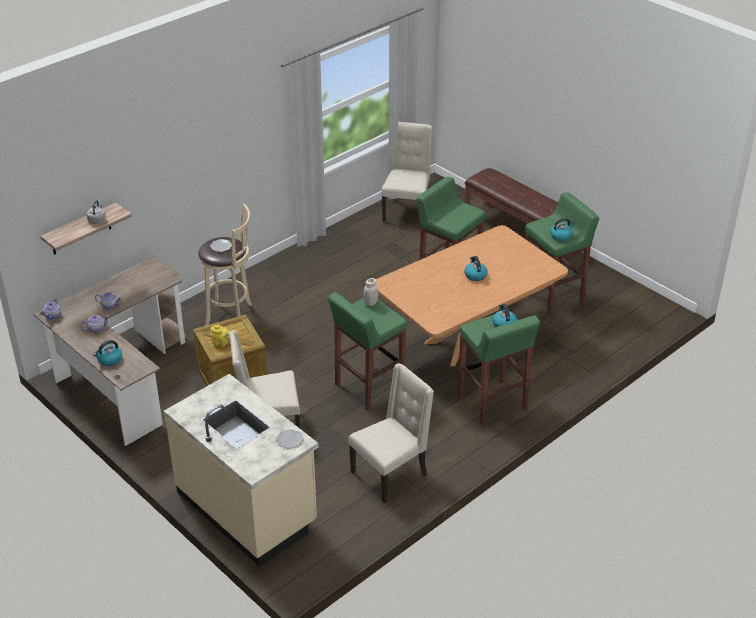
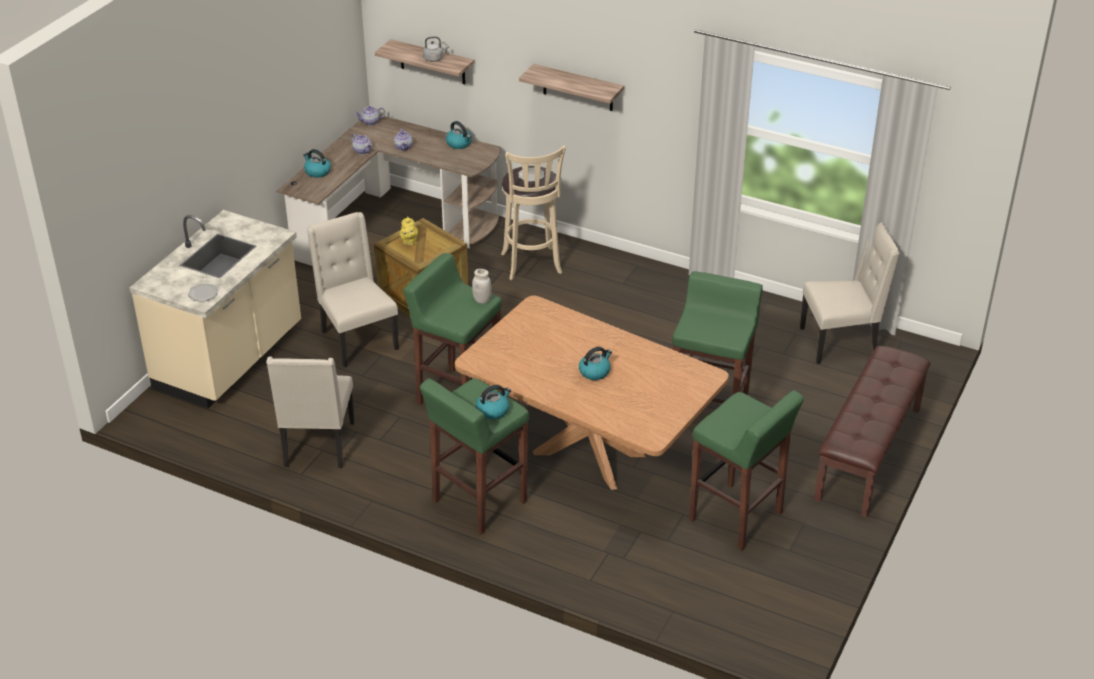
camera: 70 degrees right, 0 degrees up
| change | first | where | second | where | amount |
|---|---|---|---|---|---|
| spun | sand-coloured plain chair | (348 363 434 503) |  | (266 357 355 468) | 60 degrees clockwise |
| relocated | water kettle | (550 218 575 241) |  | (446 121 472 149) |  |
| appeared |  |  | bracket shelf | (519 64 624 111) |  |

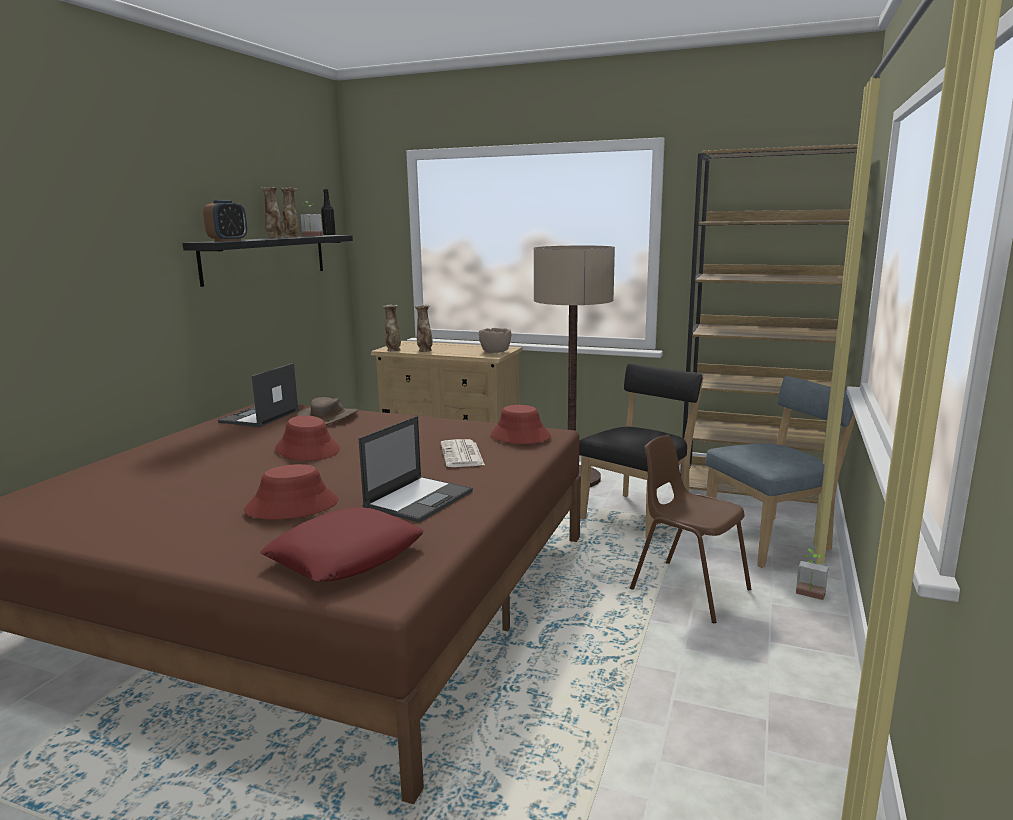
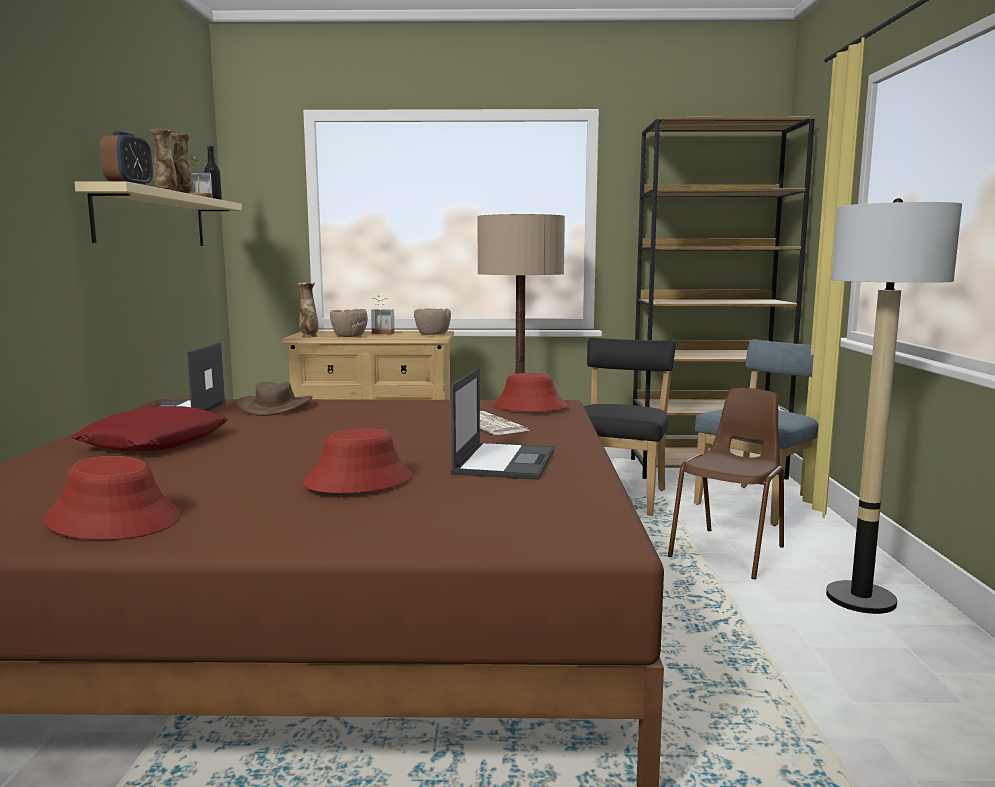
camera: 20 degrees left, 5 degrees down
| change | first | where | second | where | amount |
|---|---|---|---|---|---|
| colour | black-coloured bracket shelf | (182 235 353 287) | sand-coloured bracket shelf | (74 181 242 246) |  |
| relocated | red-coloured throw pillow | (260 507 424 581) |  | (71 406 228 451) |  |
| relocated | red-coloured wearable hat | (275 416 340 461) |  | (44 456 180 540) |  |
| exchanged | decorative vase | (415 305 433 352) | brown bowl | (330 309 368 337) |  |
| spun | brown plain chair | (630 435 751 623) |  | (668 388 784 579) | 105 degrees clockwise |
| relocated | plant in a pot | (796 549 829 600) |  | (371 295 395 334) |  |
| appeared |  |  | standard lamp | (826 198 962 614) |  |

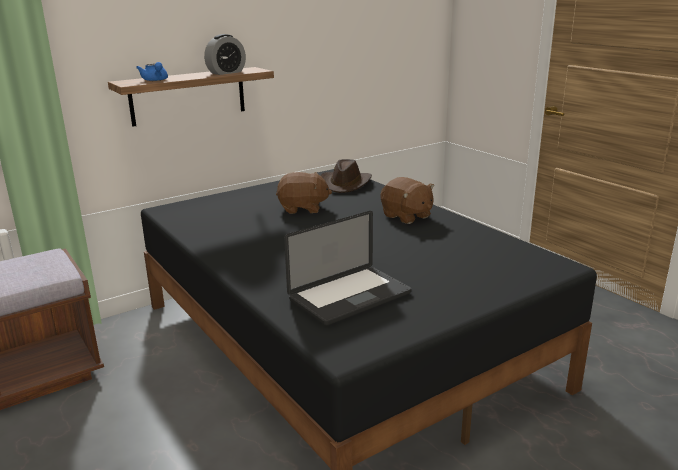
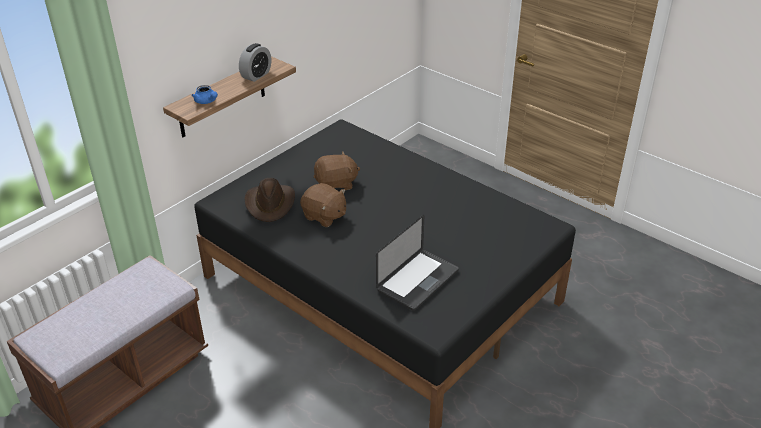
camera: 15 degrees left, 15 degrees up
| change | first | where | second | where | amount |
|---|---|---|---|---|---|
| relocated | brown wearable hat | (320 159 372 193) |  | (244 178 295 222) |  |
| relocated | brown plush toy | (380 177 434 224) |  | (300 183 346 227) |  |

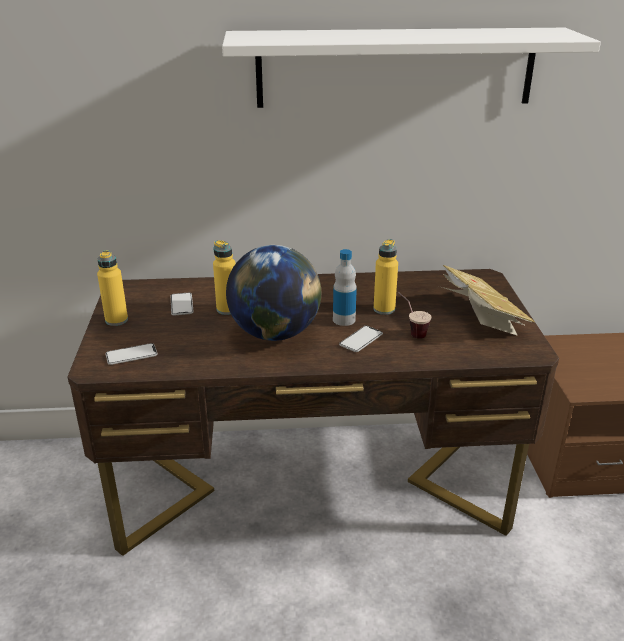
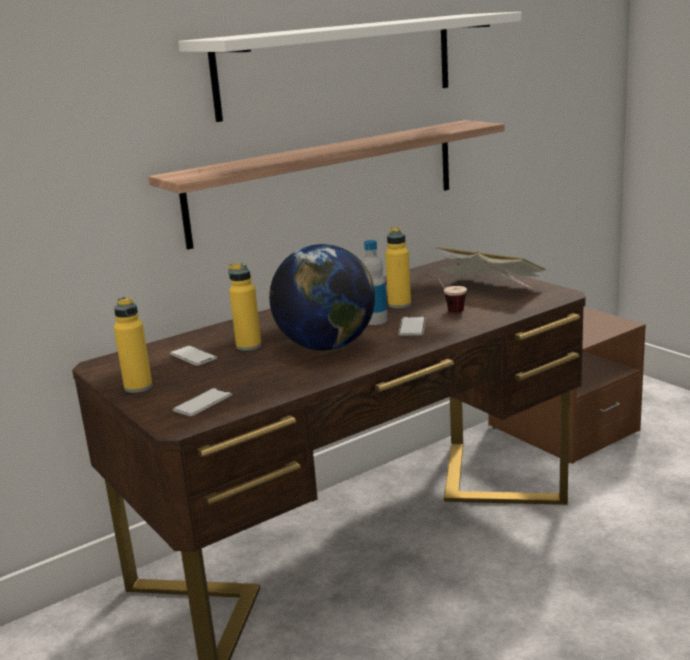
camera: 30 degrees left, 10 degrees down
| change | first | where | second | where | amount |
|---|---|---|---|---|---|
| appeared |  |  | bracket shelf | (148 120 504 250) |  |

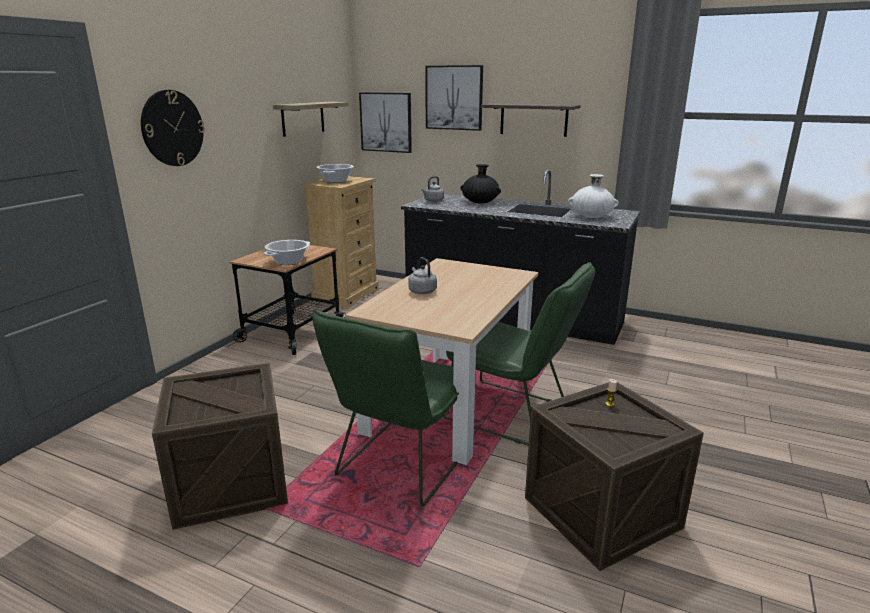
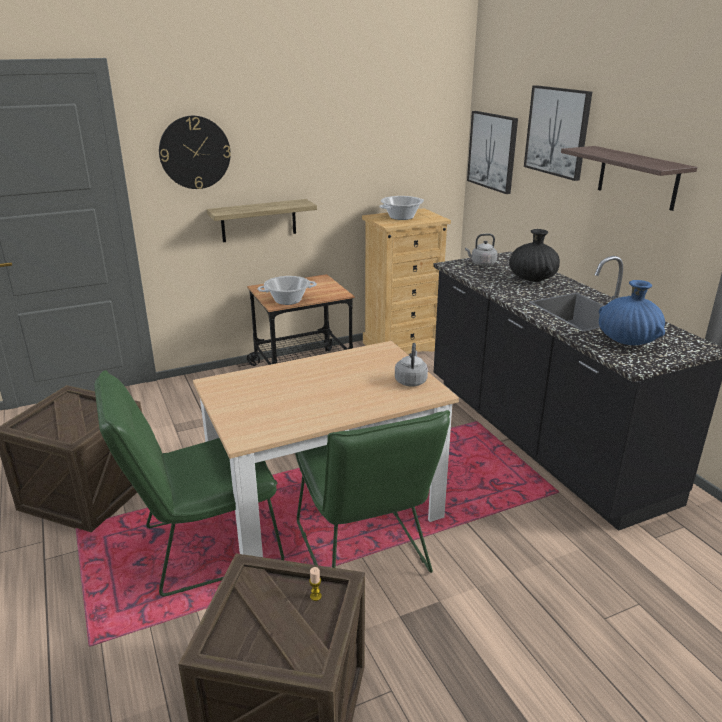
camera: 40 degrees right, 5 degrees up
| change | first | where | second | where | amount |
|---|---|---|---|---|---|
| relocated | bracket shelf | (273 102 348 137) |  | (207 199 317 242) |  |
| relocated | gray water kettle | (408 257 437 294) |  | (395 343 428 386) |  |
| colour | whitish decorative vase | (568 174 619 218) | bluish decorative vase | (599 280 665 345) |  |

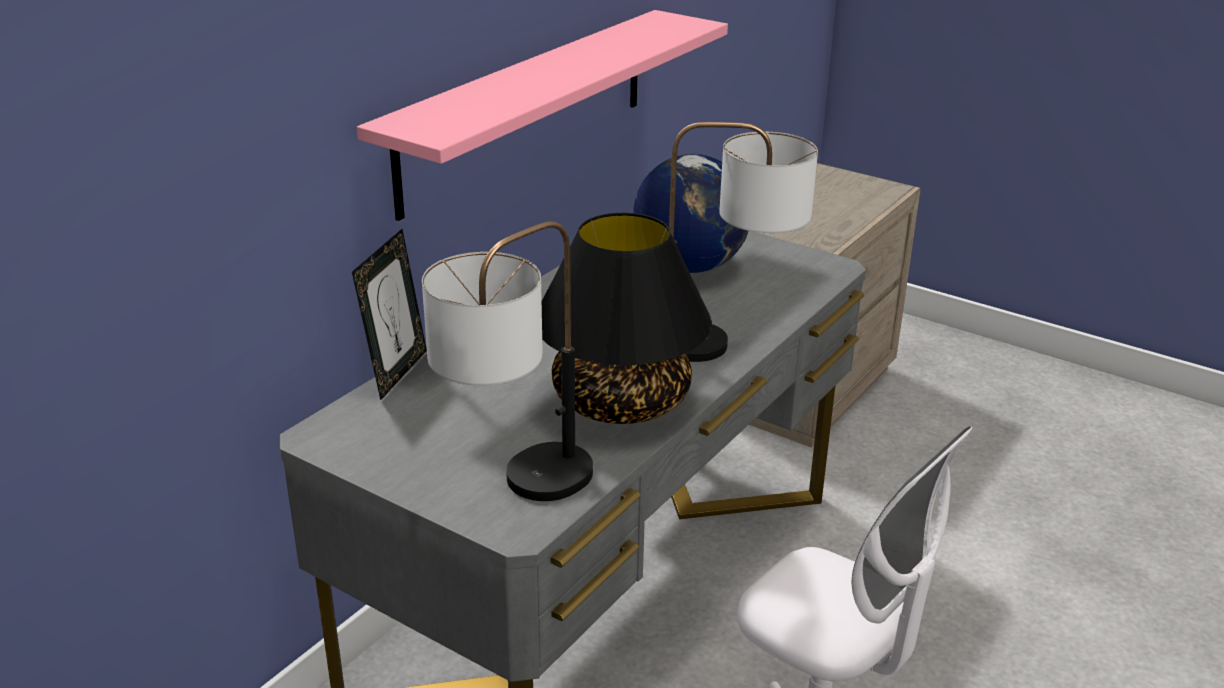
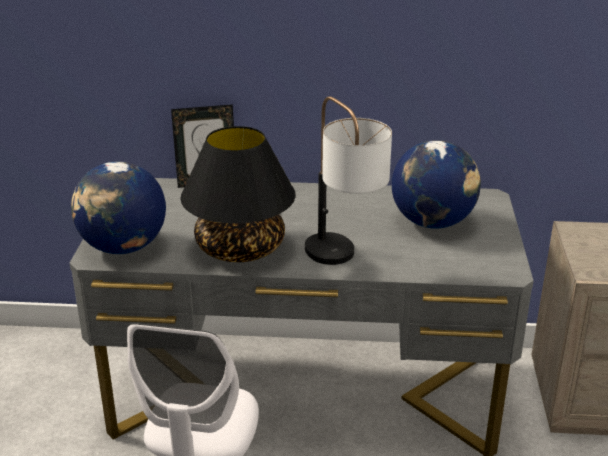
camera: 60 degrees right, 0 degrees up
| change | first | where | second | where | amount |
|---|---|---|---|---|---|
| missing | pink bracket shelf | (357 10 728 221) |  |  |  |
| exchanged | table lamp | (422 221 593 501) | globe | (71 161 166 254) |  |

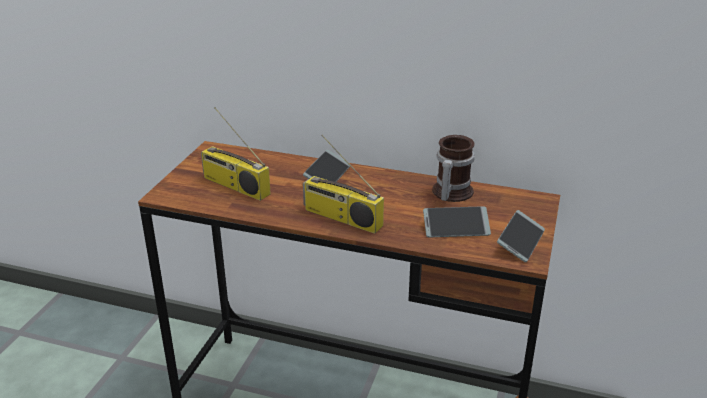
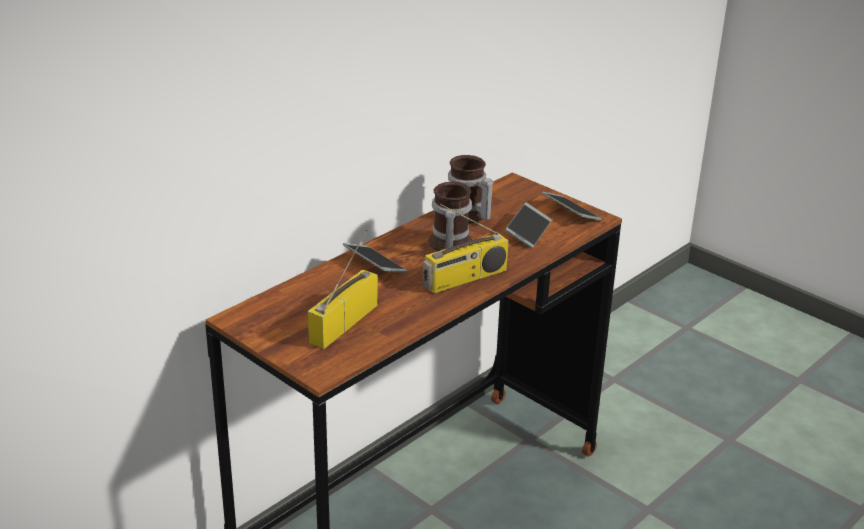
camera: 65 degrees left, 0 degrees up
| change | first | where | second | where | amount |
|---|---|---|---|---|---|
| spun | radio set | (201 107 271 201) |  | (308 230 378 349) | 150 degrees clockwise |
| appeared |  |  | coffee mug | (428 182 472 251) |  |

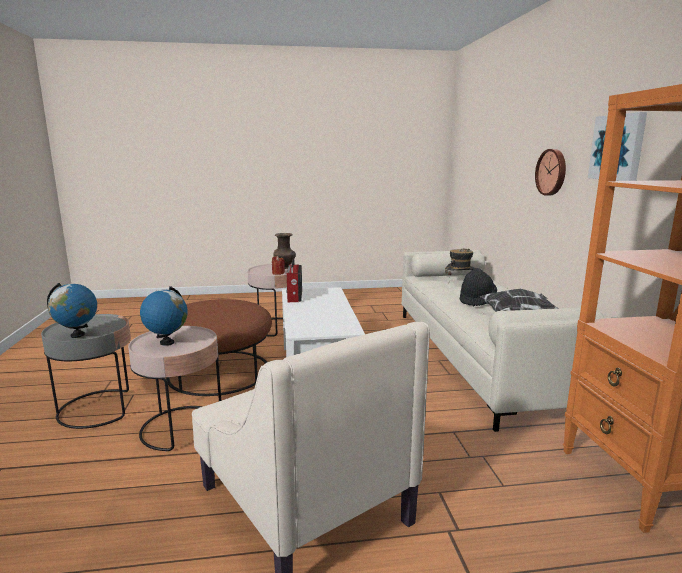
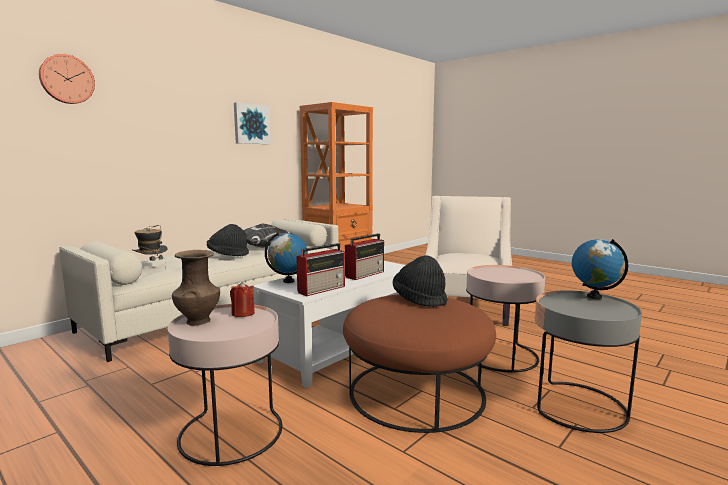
camera: 130 degrees left, 5 degrees down
| change | first | where | second | where | amount |
|---|---|---|---|---|---|
| relocated | globe | (140 286 188 346) |  | (265 232 308 283) |  |
| relocated | clock on the wall | (535 149 566 195) |  | (39 54 95 104) |  |
| appeared |  |  | radio set | (345 233 384 280) |  |
| appeared |  |  | black-coloured wearable hat | (393 256 447 307) |  |

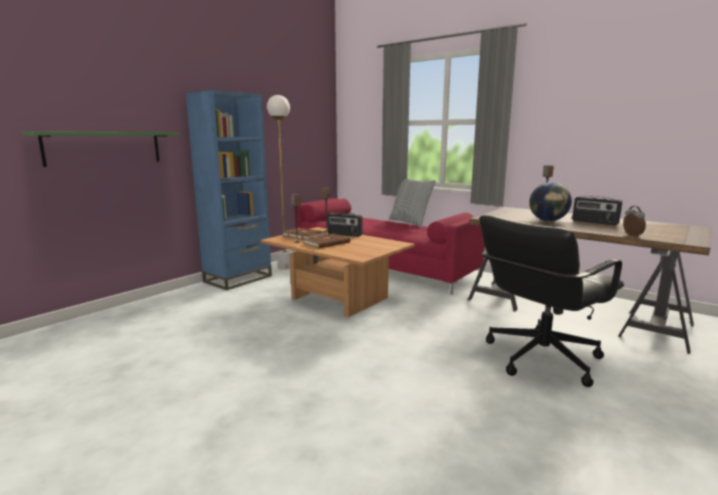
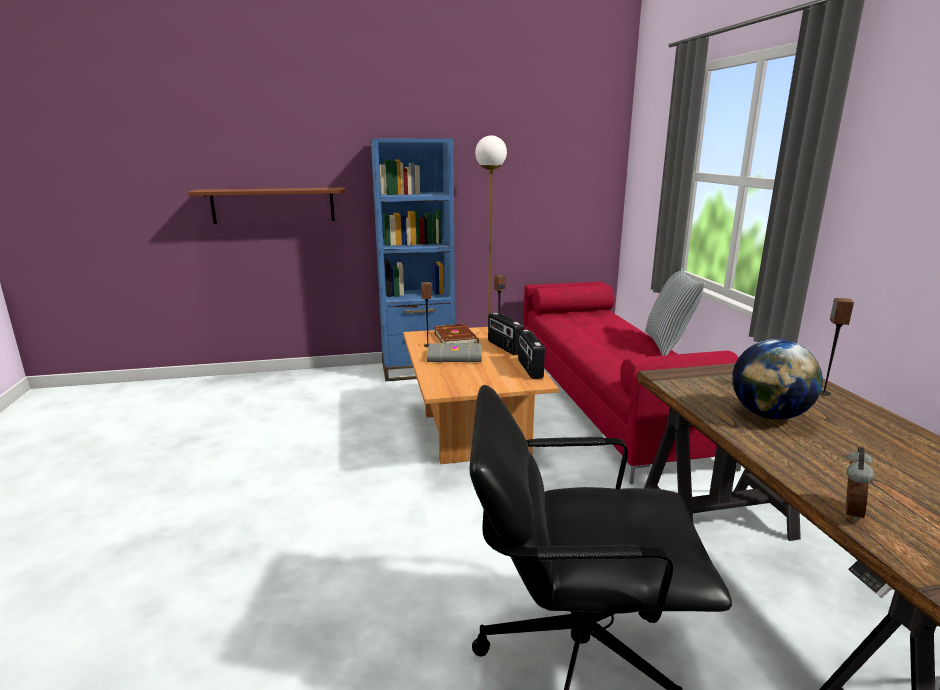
camera: 40 degrees right, 5 degrees up
| change | first | where | second | where | amount |
|---|---|---|---|---|---|
| colour | green-coloured bracket shelf | (22 131 180 167) | brown bracket shelf | (188 187 345 224) |  |
| colour | brown book | (303 233 351 248) | gray book | (427 343 482 363) |  |
| relocated | radio set | (572 196 622 226) |  | (518 330 545 379) |  |

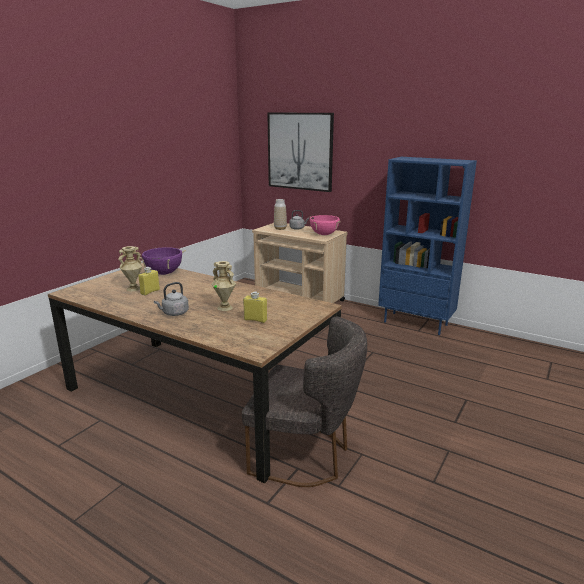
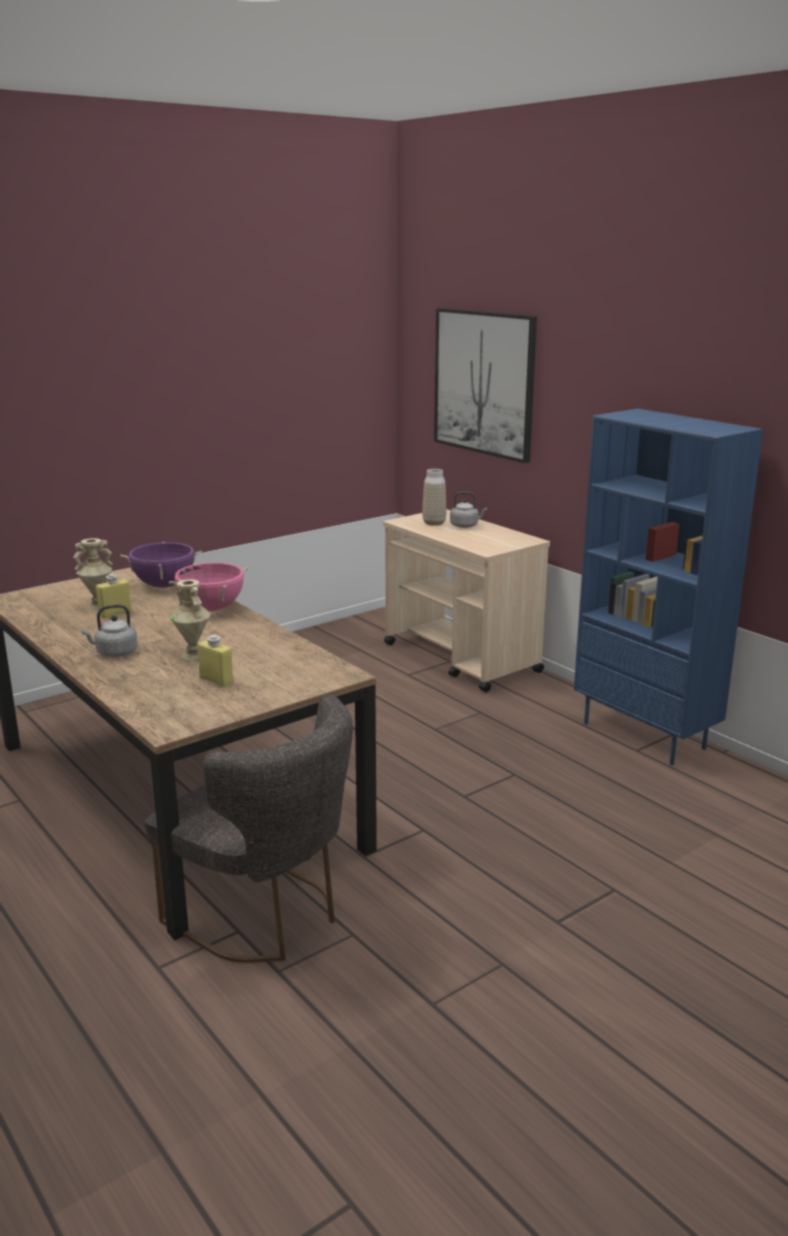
camera: 20 degrees right, 0 degrees up
| change | first | where | second | where | amount |
|---|---|---|---|---|---|
| relocated | pink saucepot | (310 215 341 235) |  | (168 563 249 611) |  |

